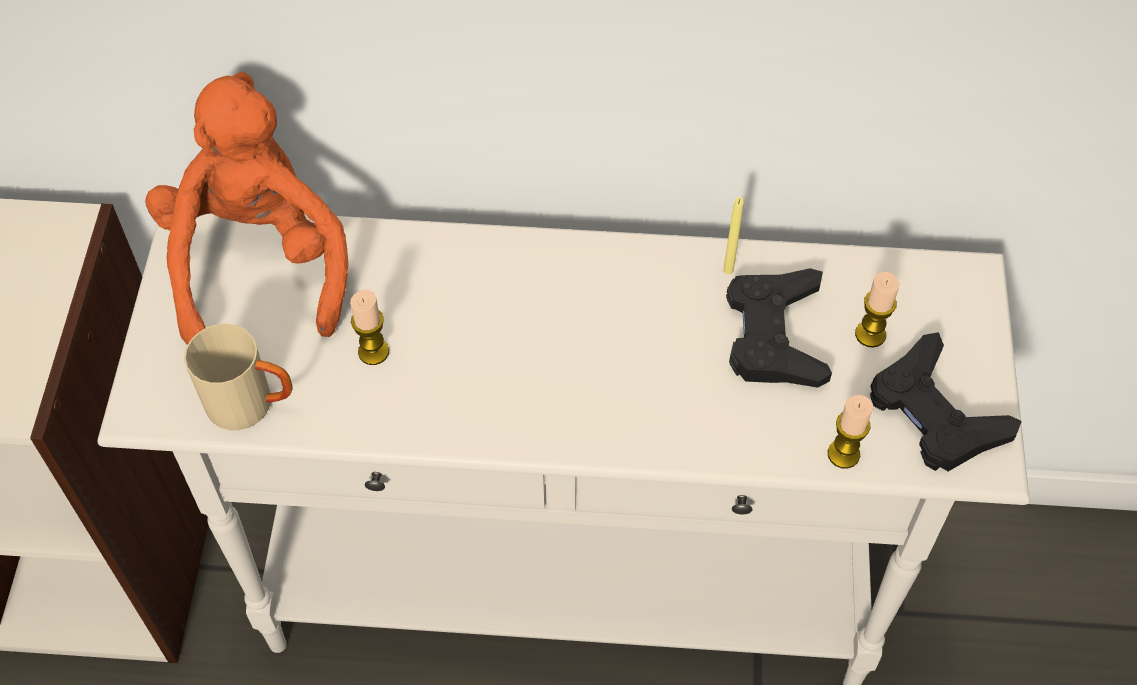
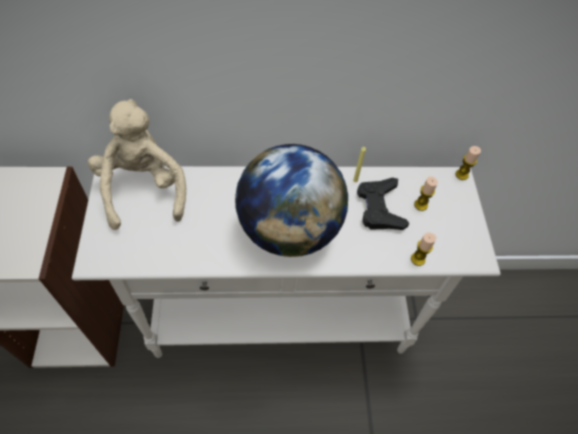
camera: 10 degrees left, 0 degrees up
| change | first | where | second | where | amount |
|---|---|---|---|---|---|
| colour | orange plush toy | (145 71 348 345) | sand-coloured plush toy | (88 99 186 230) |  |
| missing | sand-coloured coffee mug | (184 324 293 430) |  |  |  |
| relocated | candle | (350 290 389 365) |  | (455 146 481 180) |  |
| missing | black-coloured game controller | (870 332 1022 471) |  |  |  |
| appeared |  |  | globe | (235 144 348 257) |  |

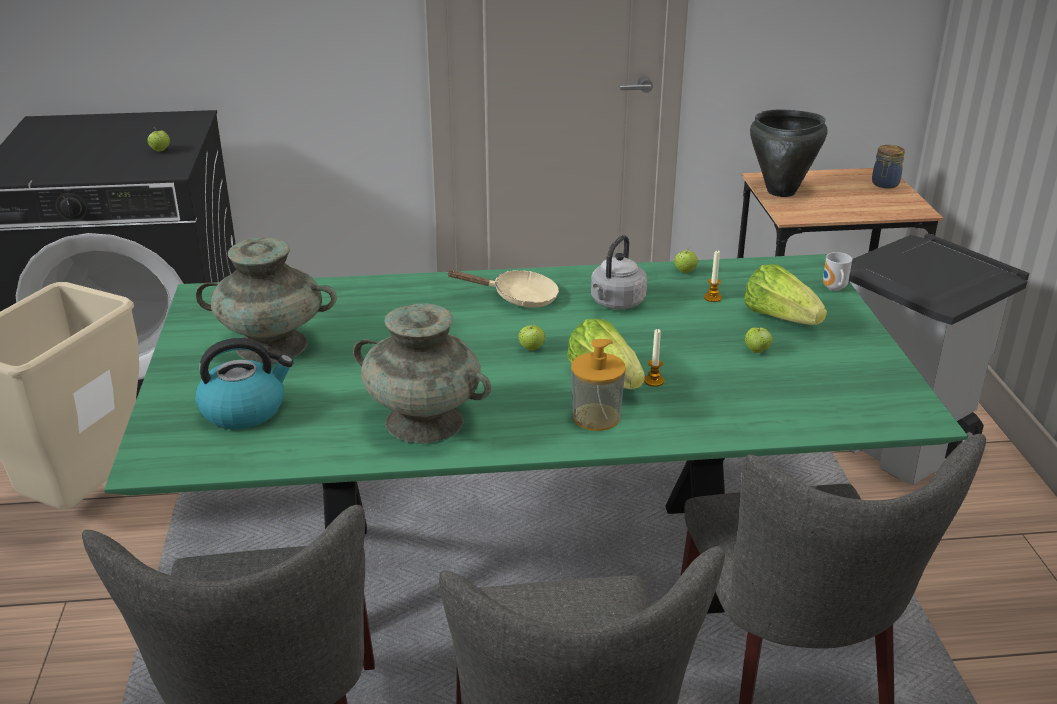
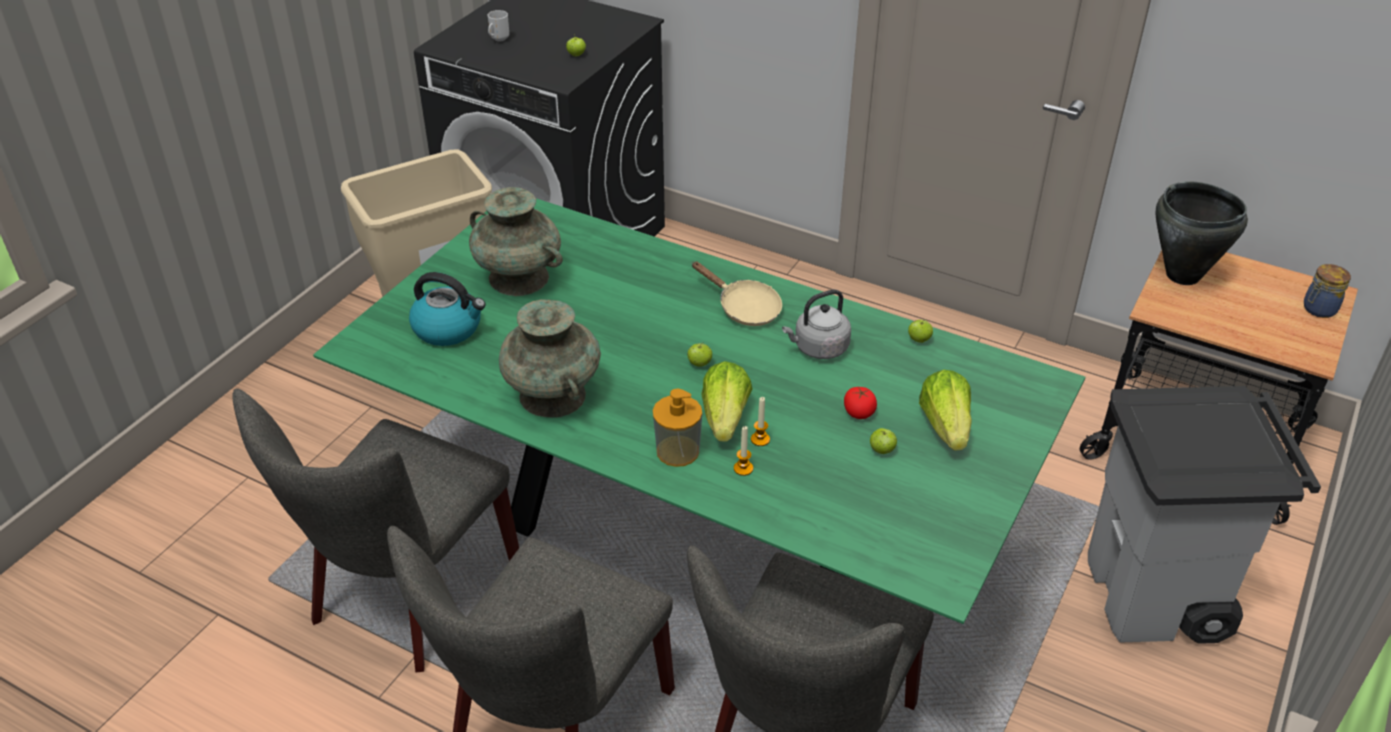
camera: 35 degrees right, 10 degrees up
| change | first | where | second | where | amount |
|---|---|---|---|---|---|
| relocated | candle | (704 250 722 302) |  | (734 426 753 476) |  |
| relocated | coffee mug | (823 252 852 291) |  | (488 10 509 42) |  |
| appeared |  |  | fresh tomato | (844 387 877 419) |  |

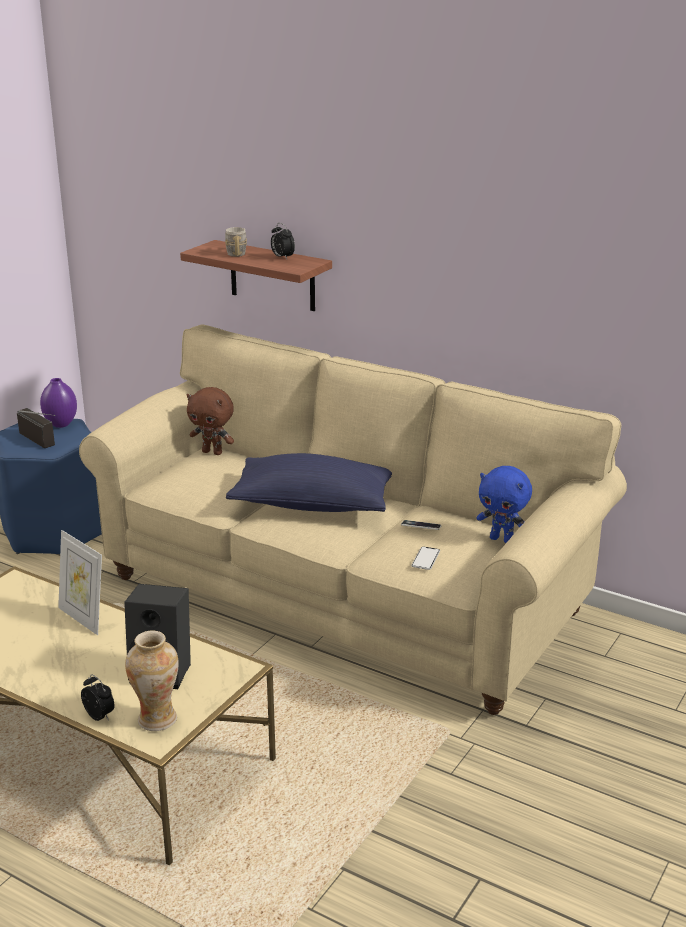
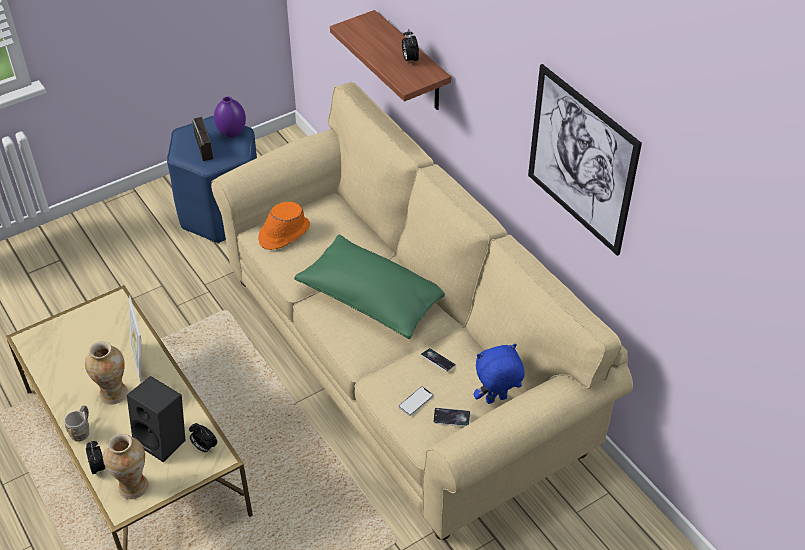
camera: 25 degrees right, 20 degrees up
| change | first | where | second | where | amount |
|---|---|---|---|---|---|
| missing | brown plush toy | (187 387 234 455) |  |  |  |
| relocated | gray coffee mug | (225 227 247 257) |  | (65 405 89 442) |  |
| colour | bluish throw pillow | (226 453 392 512) | green-coloured throw pillow | (294 234 445 339) |  |
| spun | bluish plush toy | (477 466 532 543) |  | (473 344 525 404) | 105 degrees clockwise |
| appeared |  |  | decorative vase | (85 341 128 404) |  |
| appeared |  |  | bedside clock | (189 423 217 452) |  |
| appeared |  |  | orange wearable hat | (258 202 310 250) |  |
| appeared |  |  | telephone | (433 407 471 427) |  |
| appeared |  |  | wall art | (528 64 642 256) |  |

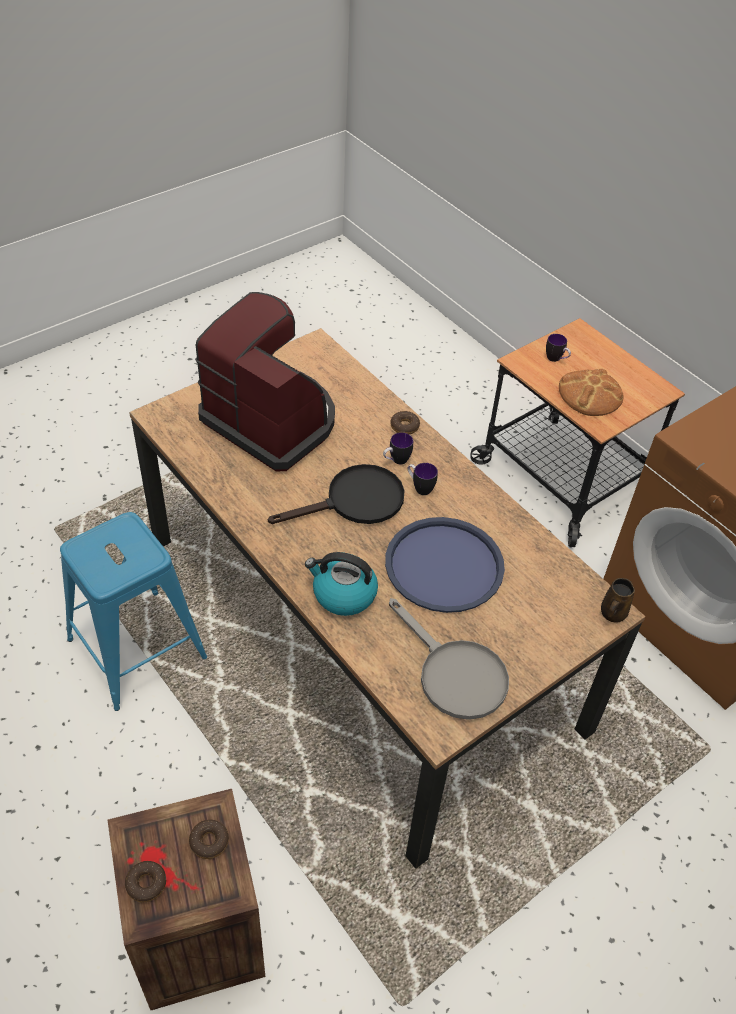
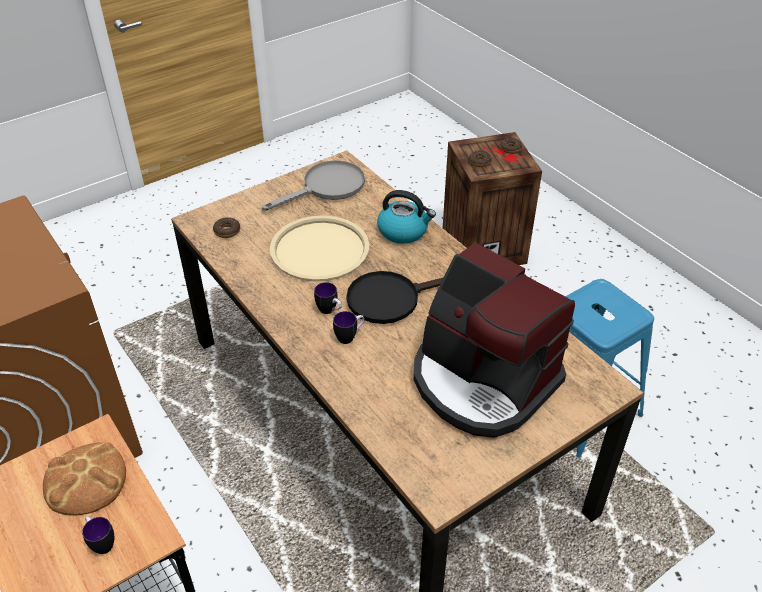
camera: 175 degrees left, 5 degrees down
| change | first | where | second | where | amount |
|---|---|---|---|---|---|
| colour | bluish serving tray | (385 517 505 613) | sand-coloured serving tray | (270 216 369 282) |  |
| spun | gray skillet | (389 598 509 720) |  | (262 160 365 211) | 90 degrees clockwise |
| relocated | donut | (390 411 420 435) |  | (213 217 240 238) |  |
| missing | brown coffee mug | (601 578 635 622) |  |  |  |

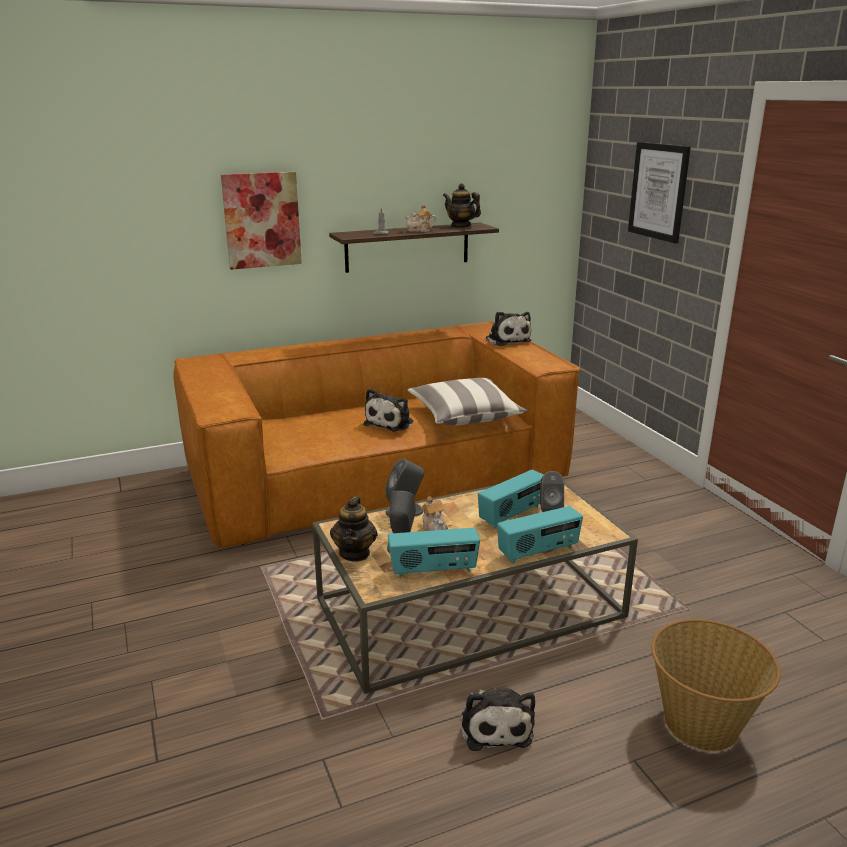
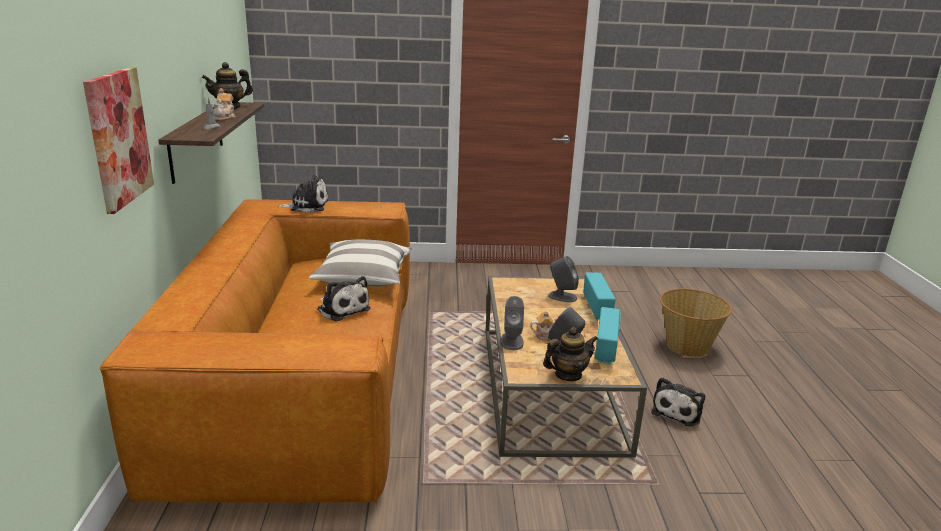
camera: 70 degrees left, 0 degrees up
| change | first | where | second | where | amount |
|---|---|---|---|---|---|
| spun | teapot | (330 496 378 562) |  | (543 327 598 381) | 45 degrees counterclockwise |
| spun | plush toy | (462 688 535 751) |  | (652 377 705 426) | 105 degrees clockwise |
| missing | radio set | (478 470 543 528) |  |  |  |
| missing | wall art | (628 142 691 243) |  |  |  |

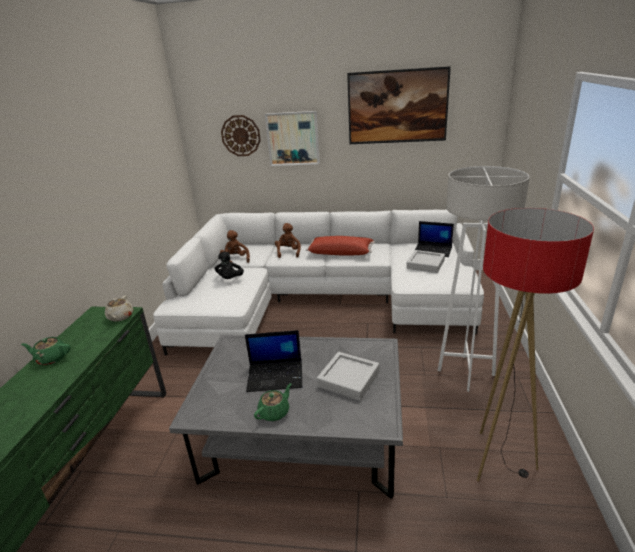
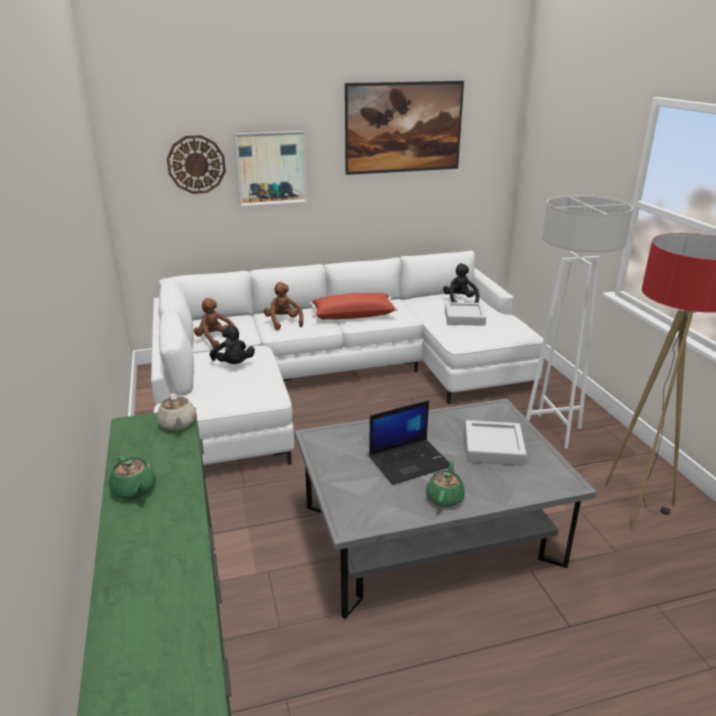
camera: 25 degrees left, 0 degrees up
| change | first | where | second | where | amount |
|---|---|---|---|---|---|
| spun | green-coloured teapot | (21 337 71 365) |  | (109 455 156 499) | 105 degrees counterclockwise |
| exchanged | notebook computer | (415 221 454 257) | black-coloured plush toy | (443 263 479 303) |  |

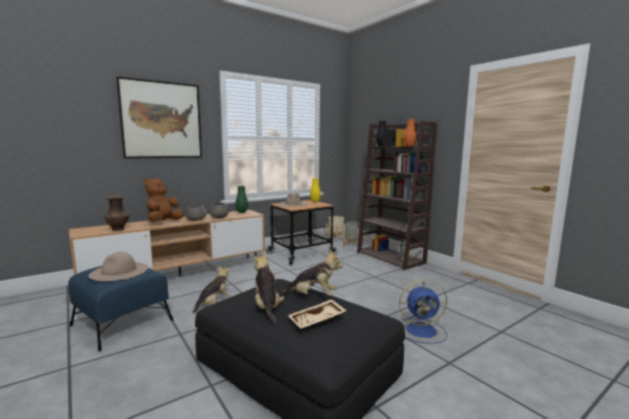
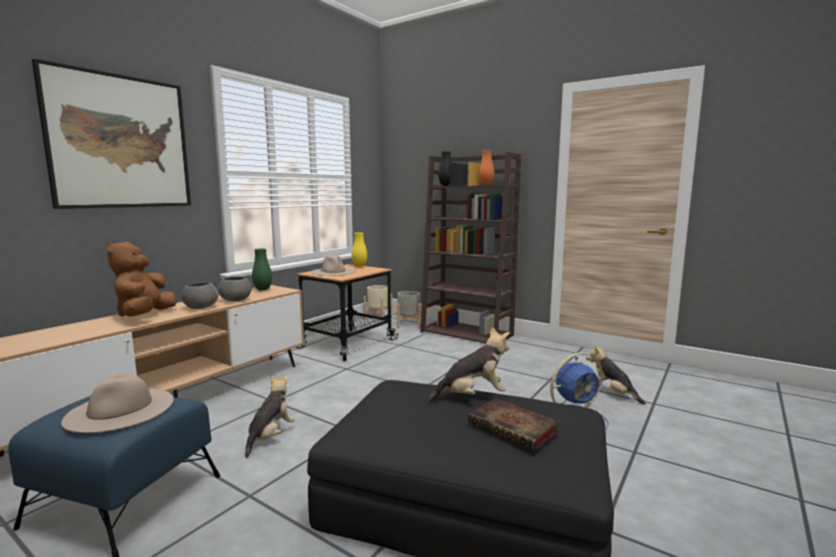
camera: 20 degrees left, 0 degrees up
| change | first | where | second | where | amount |
|---|---|---|---|---|---|
| missing | brown decorative vase | (104 195 129 231) |  |  |  |
| relocated | plush toy | (254 253 284 324) |  | (586 344 646 405) |  |
| exchanged | sand-coloured serving tray | (288 299 346 329) | book | (468 398 560 451) |  |

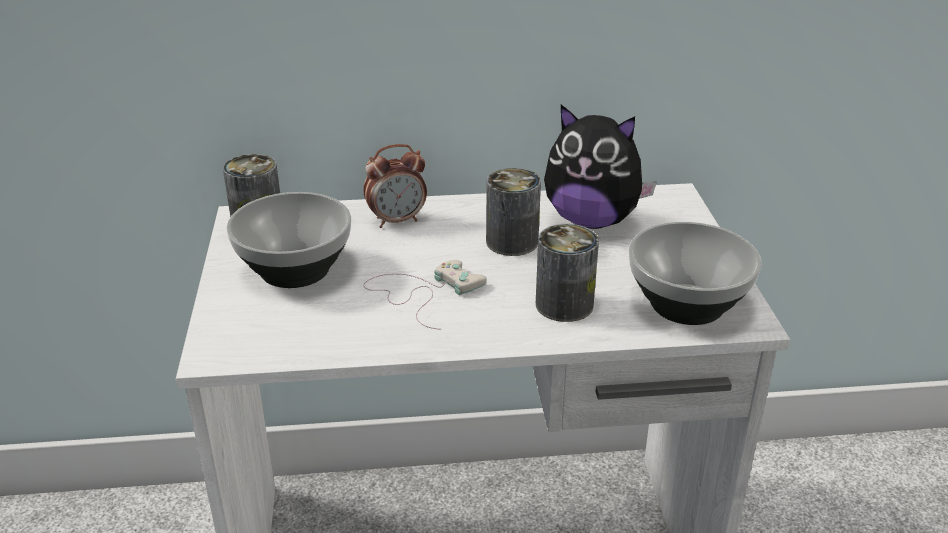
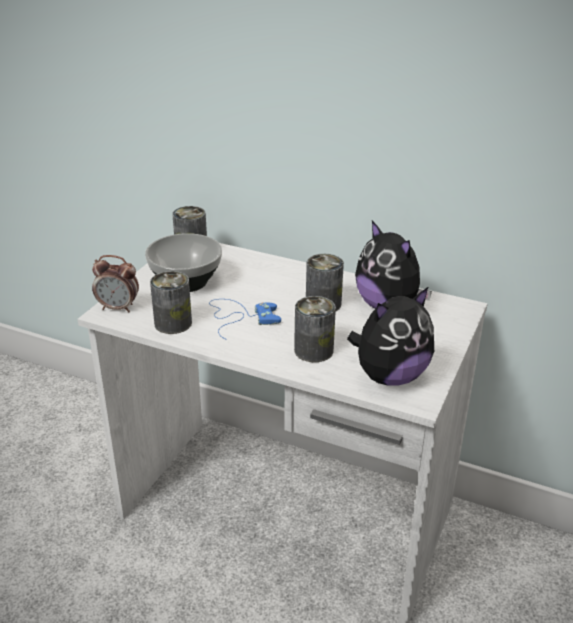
camera: 30 degrees right, 0 degrees up
| change | first | where | second | where | amount |
|---|---|---|---|---|---|
| relocated | bedside clock | (363 144 427 228) |  | (92 255 139 313) |  |
| colour | whitish game controller | (364 260 487 330) | bluish game controller | (209 299 281 339) |  |
| exchanged | bowl | (629 222 761 325) | plush toy | (347 287 434 386) |  |
| appeared |  |  | can | (150 271 192 334) |  |

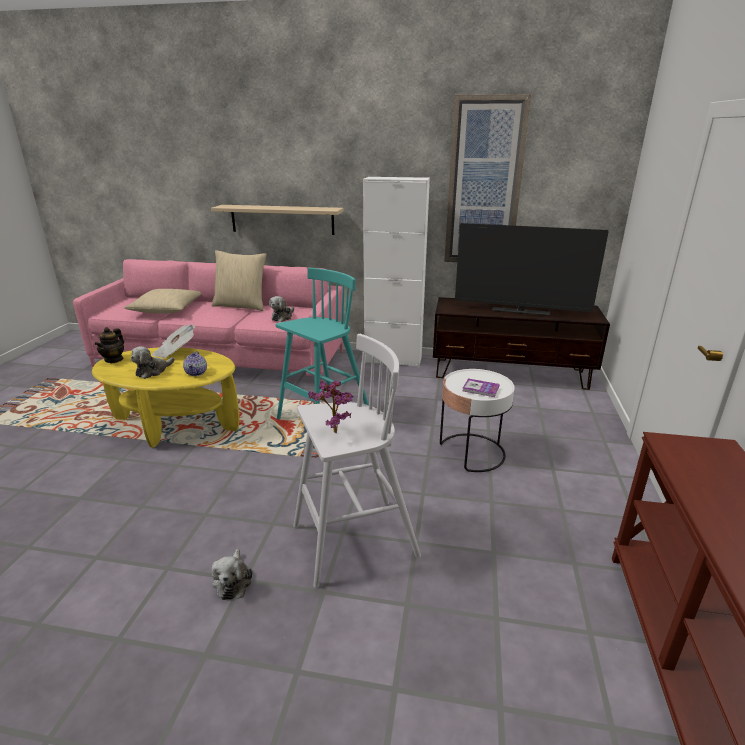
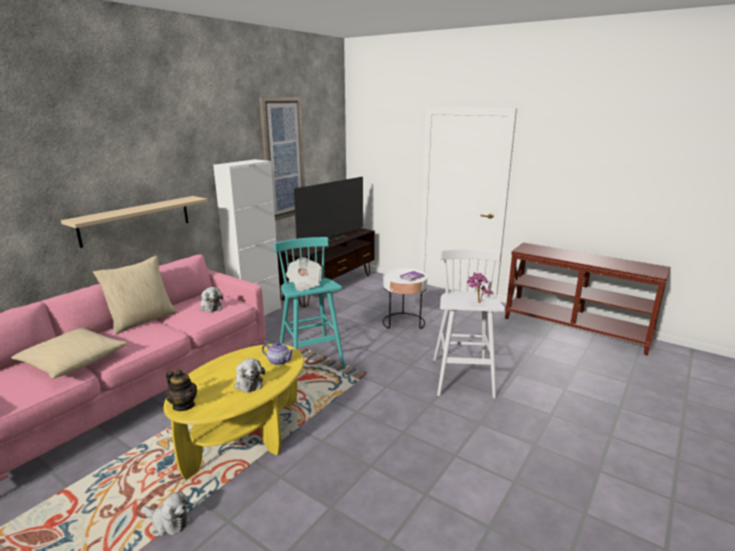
camera: 65 degrees left, 5 degrees down
| change | first | where | second | where | amount |
|---|---|---|---|---|---|
| relocated | newspaper | (152 324 195 359) |  | (286 258 322 291) |  |
| relocated | plush toy | (212 549 252 600) |  | (143 492 191 537) |  |

